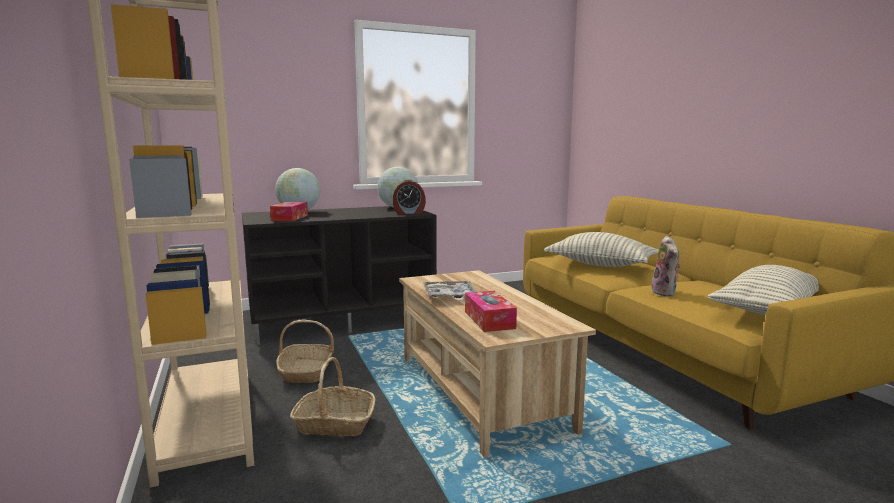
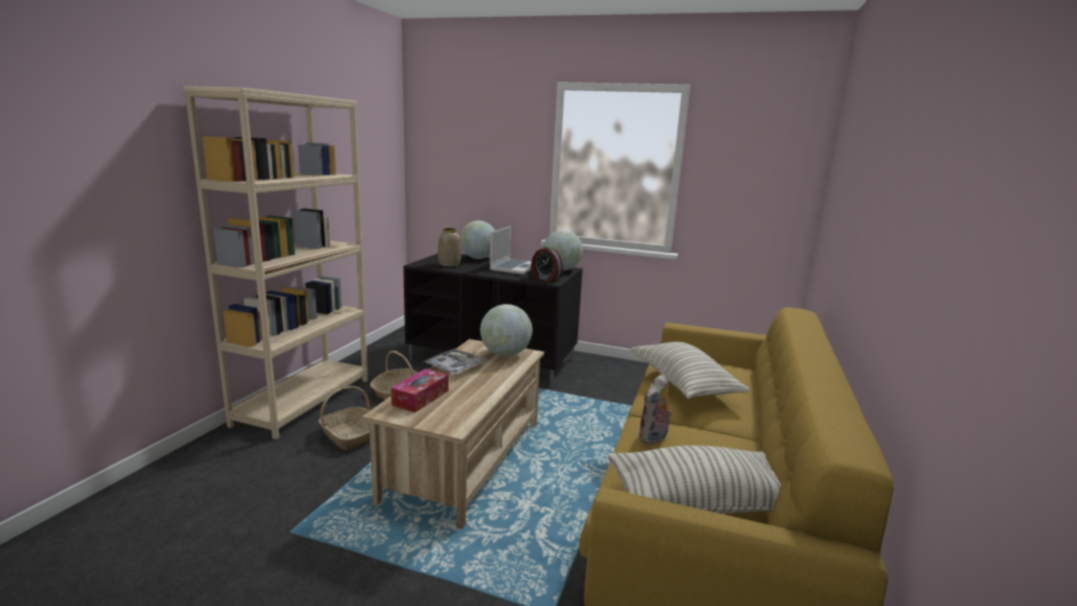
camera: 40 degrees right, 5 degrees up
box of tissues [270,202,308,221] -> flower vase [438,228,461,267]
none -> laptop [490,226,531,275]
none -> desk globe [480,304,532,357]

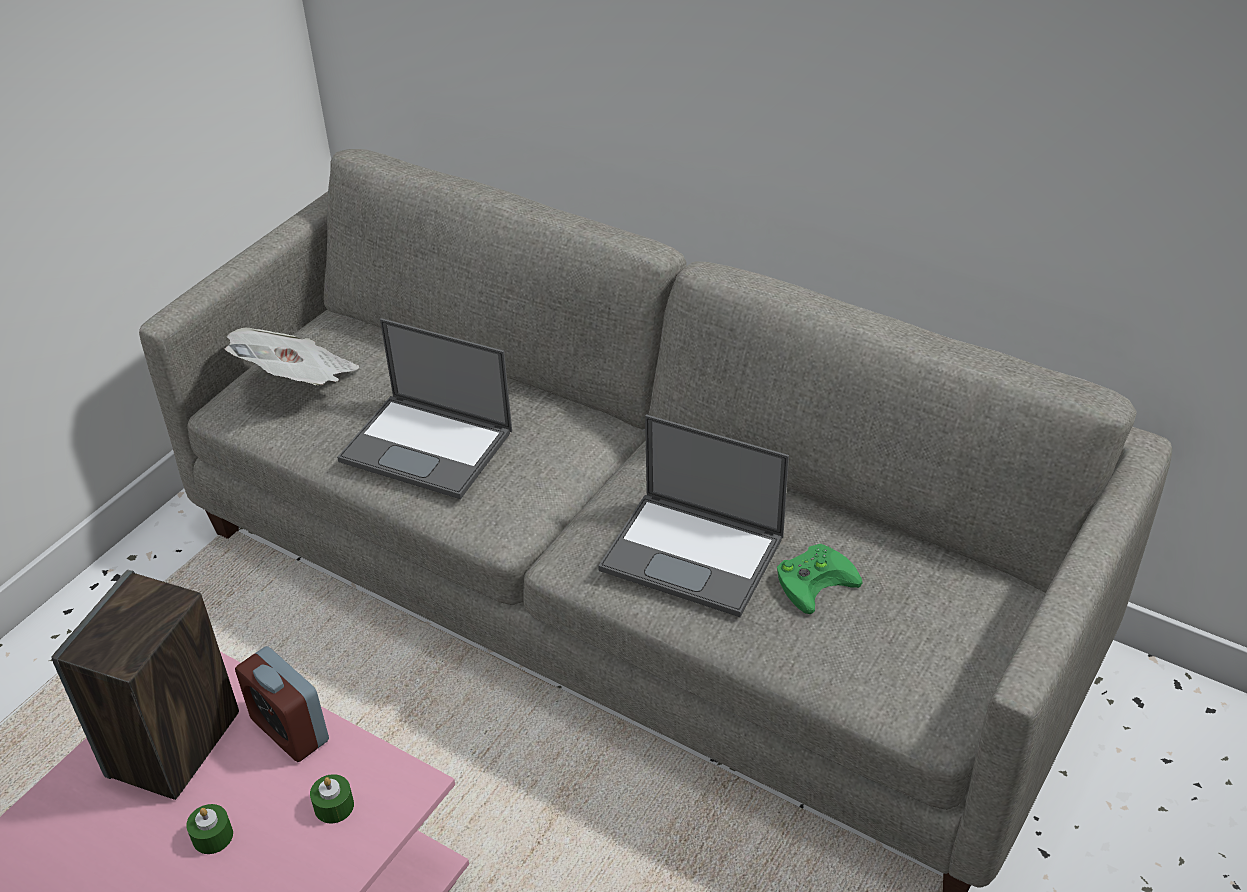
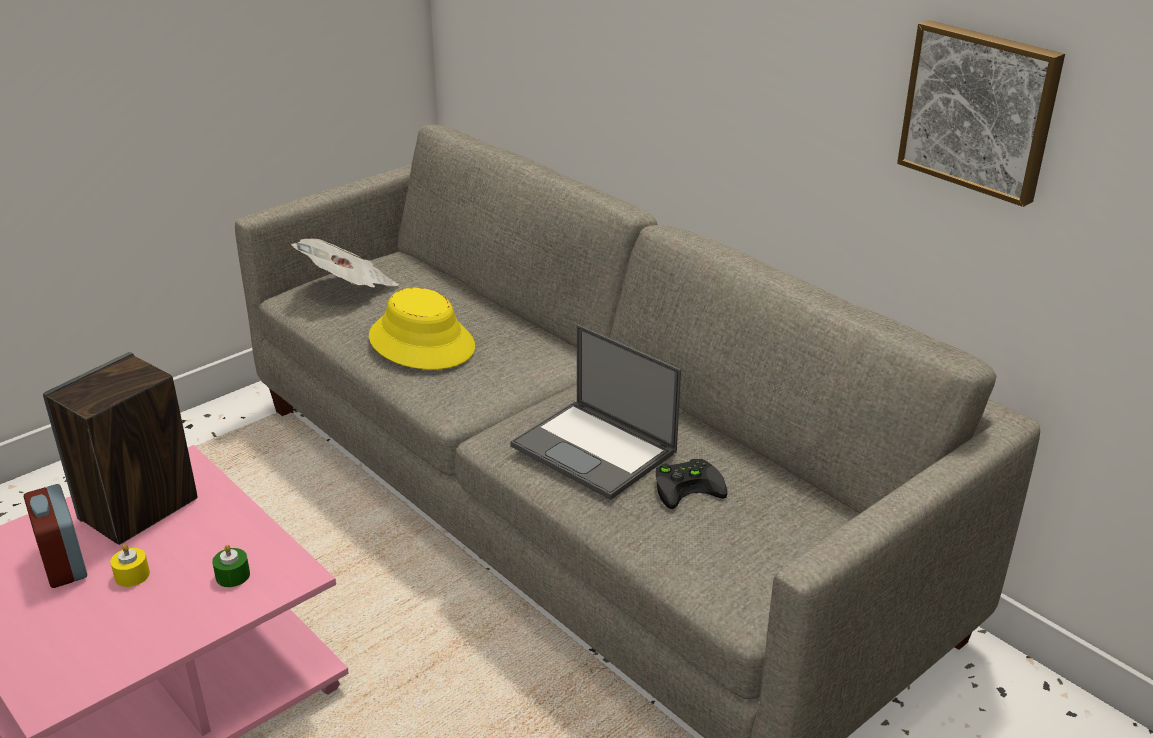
camera: 15 degrees right, 10 degrees down
laptop [337,318,512,499] -> yellow-coloured hat [369,288,475,370]
greenish joypad [777,544,862,614] -> black-coloured joypad [656,459,728,509]
table clock [235,646,329,762] -> table clock [24,484,87,588], move
greenish candle [186,804,233,854] -> yellow-coloured candle [110,544,150,587]
none -> wall picture [897,20,1065,207]

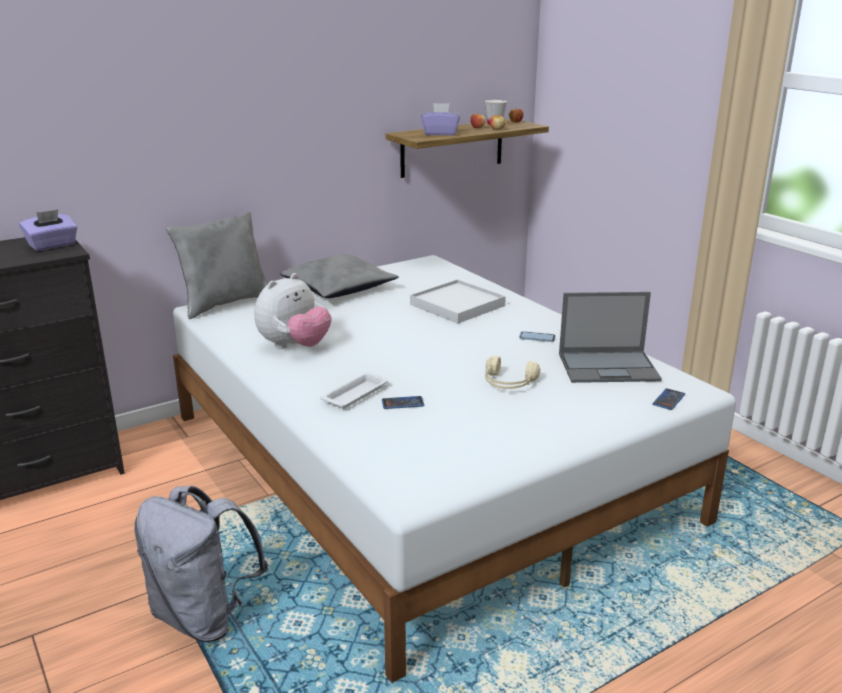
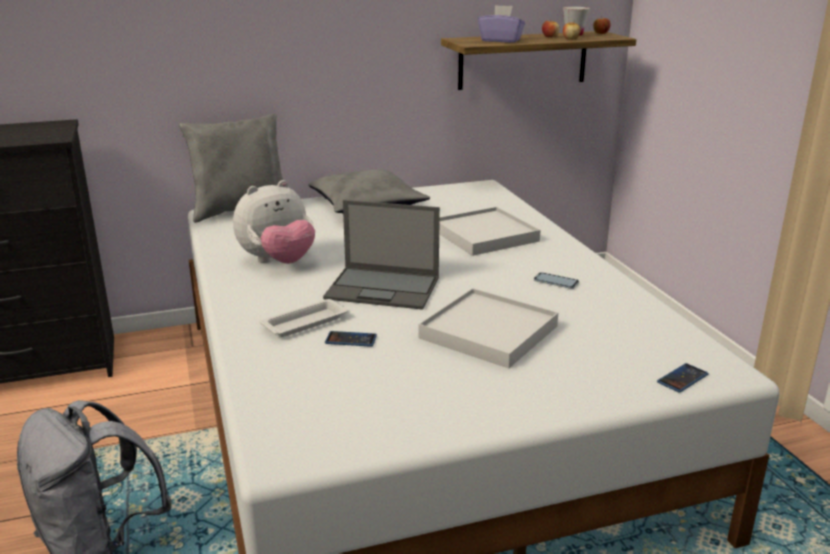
camera: 15 degrees right, 0 degrees up
purple box of tissues [19,209,78,251] -> none
laptop [559,292,662,383] -> laptop [323,200,440,310], move
beige pair of headphones [485,356,540,389] -> white carrying tray [419,288,558,368]

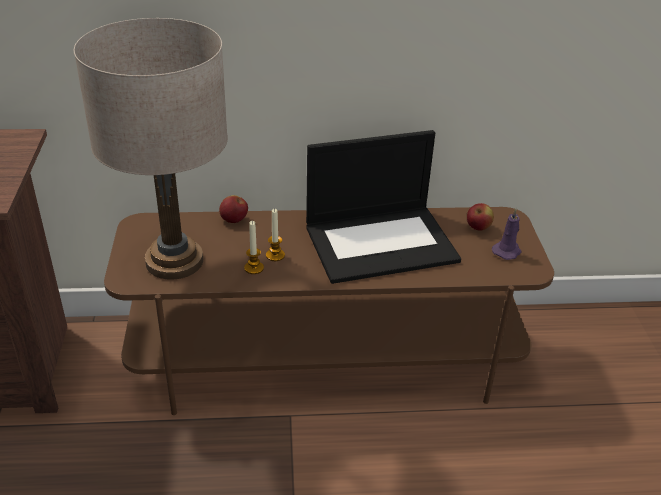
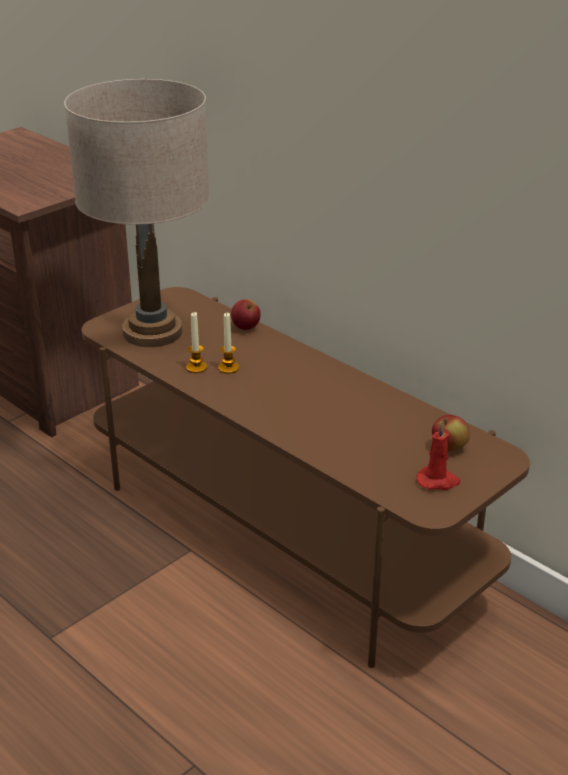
camera: 50 degrees right, 5 degrees down
laptop [306,130,461,284] -> none
purple candle [492,208,522,260] -> red-coloured candle [416,422,461,490]

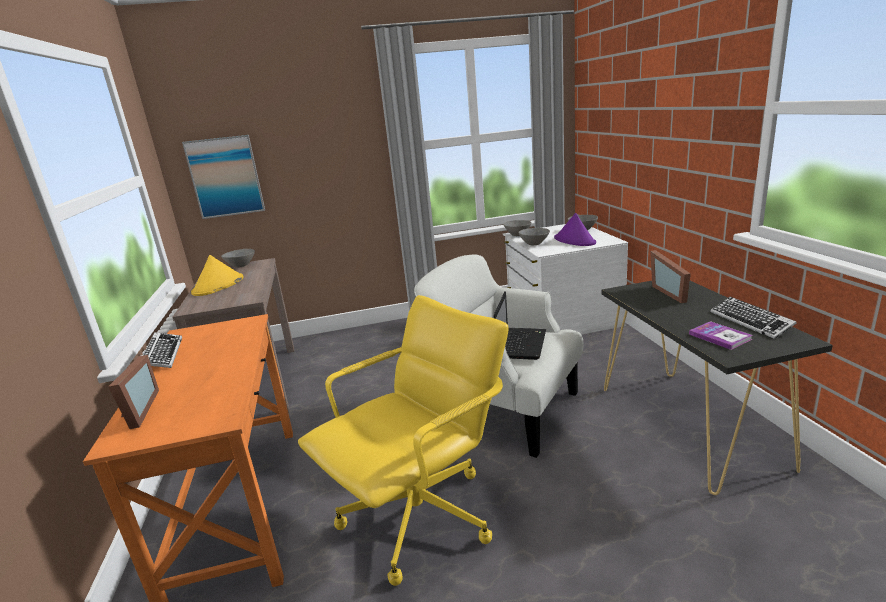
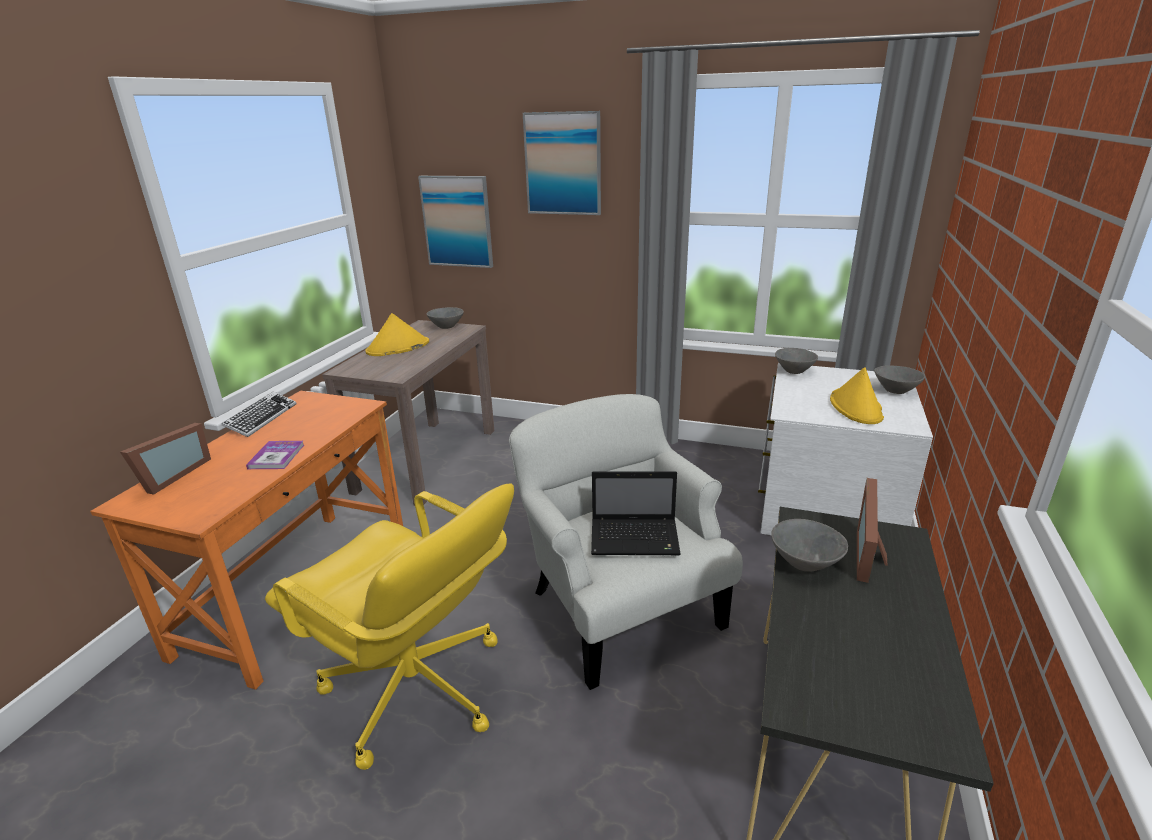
camera: 30 degrees right, 5 degrees up
purple hat [554,213,596,246] -> yellow-coloured hat [830,367,884,424]
grey deep dish [518,228,550,245] -> grey deep dish [771,519,848,572], move
laptop [494,291,546,360] -> laptop [591,471,681,555], 45 degrees clockwise
yellow-coloured computer chair [298,295,509,586] -> yellow-coloured computer chair [265,483,514,770], 45 degrees clockwise
computer keyboard [711,297,797,339] -> none
book [689,321,753,350] -> book [246,441,304,469], move
none -> wall picture [523,111,601,215]

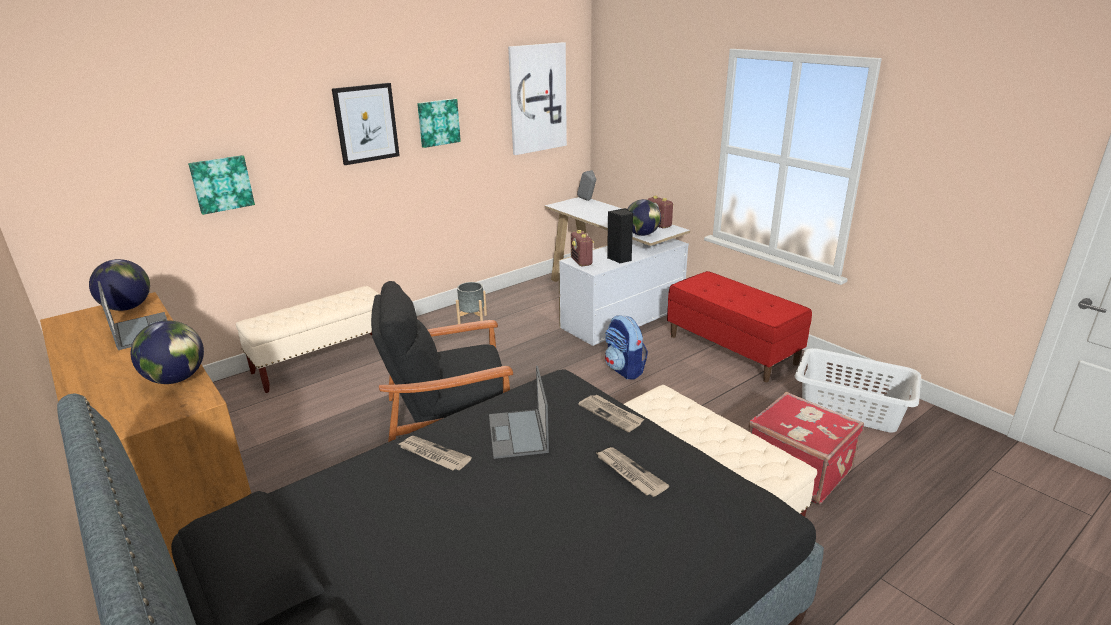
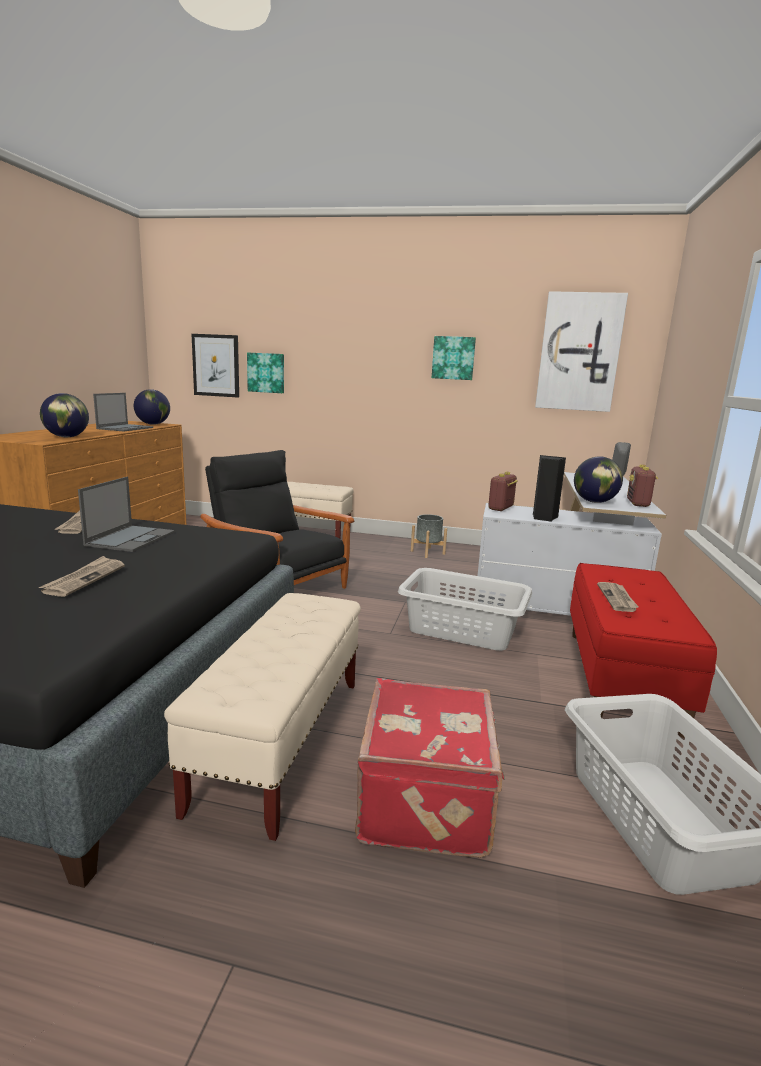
camera: 50 degrees right, 10 degrees down
wall picture [332,83,400,165] -> wall picture [192,334,239,397], move
backpack [605,315,648,380] -> grey hamper [398,568,532,651]
laptop [489,366,549,459] -> laptop [78,477,175,552], 150 degrees clockwise
printed paper [578,395,644,432] -> printed paper [597,582,639,612], move

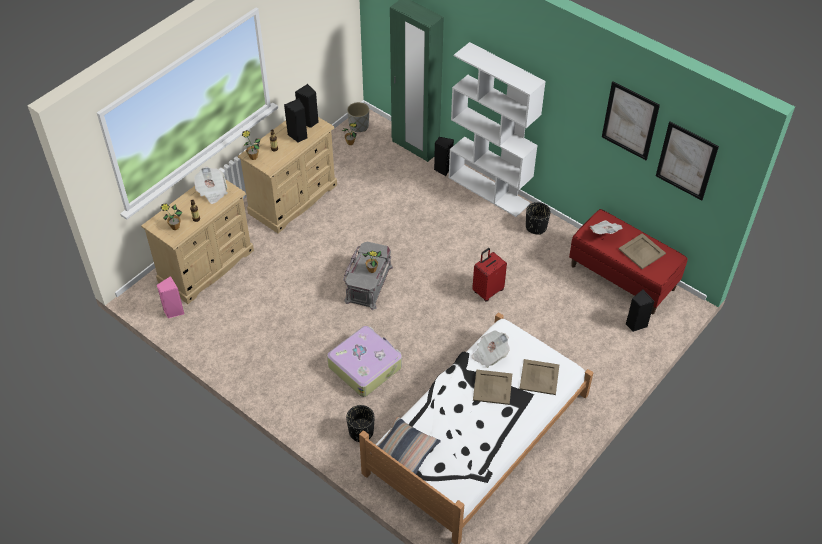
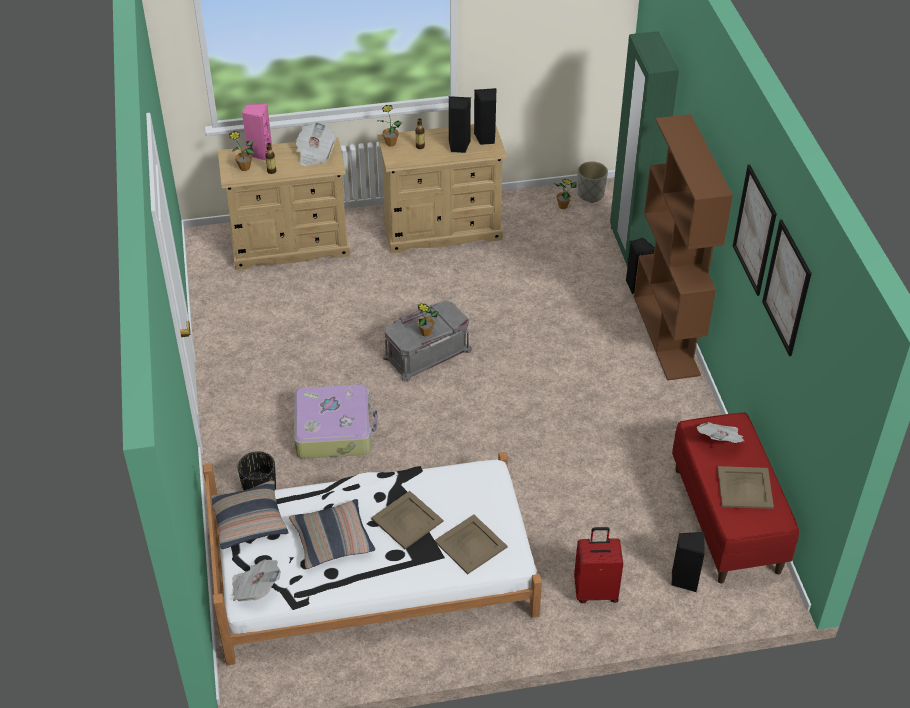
camera: 40 degrees right, 5 degrees down
white bookshelf [449,42,546,217] -> brown-coloured bookshelf [634,114,733,381]
wall picture [656,122,719,201] -> wall picture [733,165,777,296], move
black-coloured planter [526,202,551,235] -> none
red-coloured piece of luggage [472,248,507,302] -> red-coloured piece of luggage [574,527,623,603], move
pink audio speaker [157,276,184,318] -> pink audio speaker [242,104,272,161], move
printed paper [472,330,510,368] -> printed paper [232,559,281,602], move
none -> cushion [289,499,375,569]

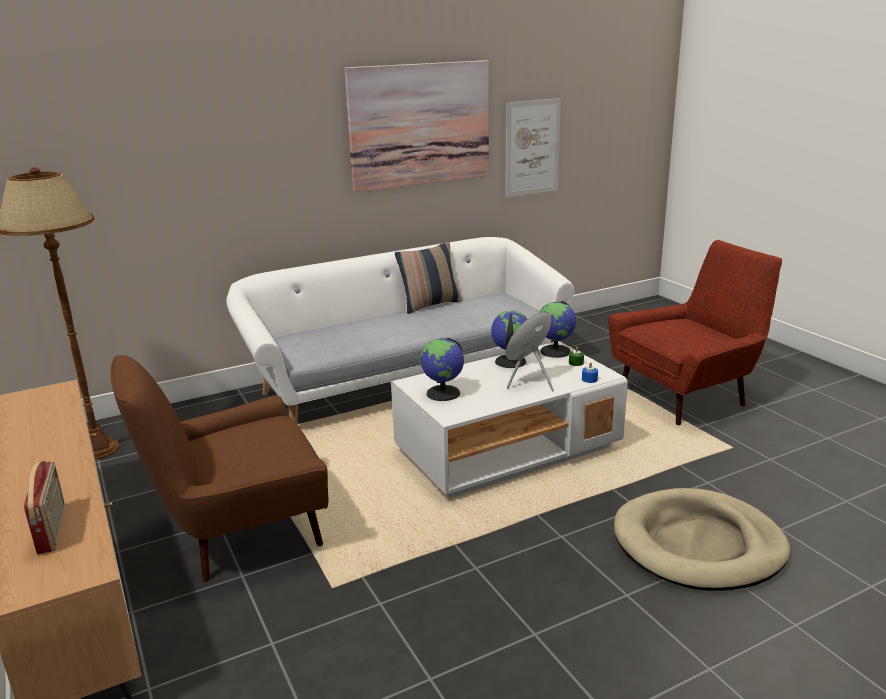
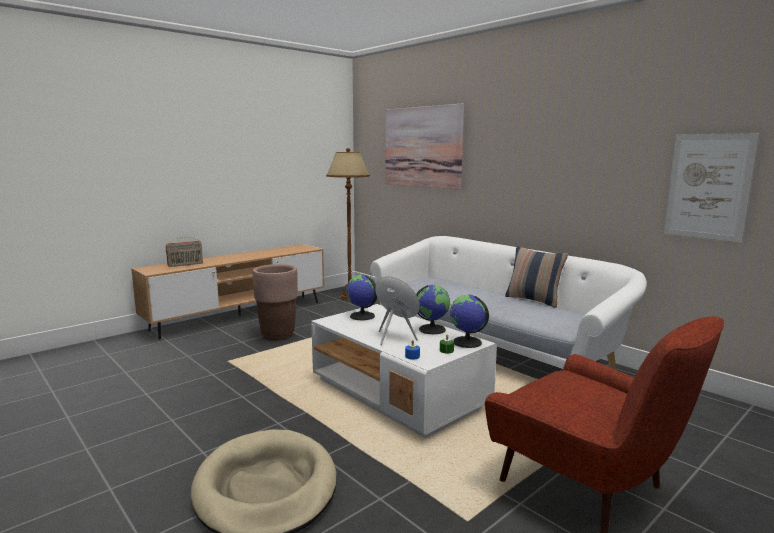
camera: 75 degrees right, 10 degrees down
wall picture [344,60,489,192] -> wall picture [386,104,464,189], move
brown-coloured easy chair [110,355,328,582] -> brown-coloured planter [253,264,298,340]

